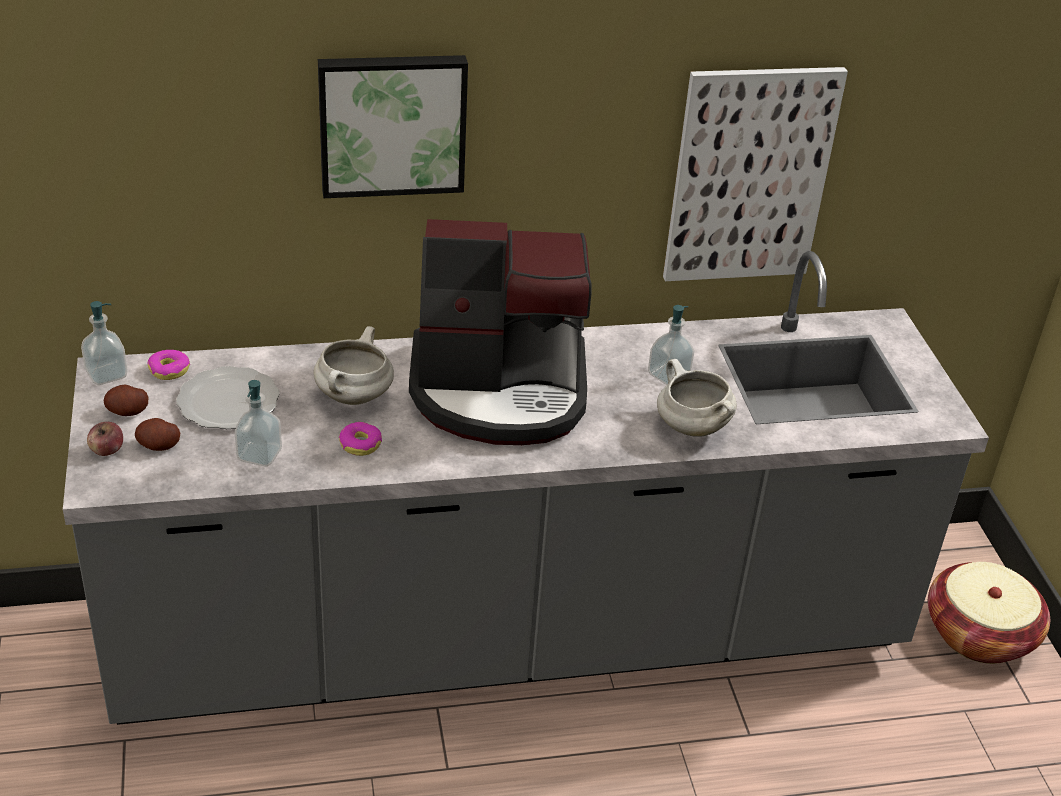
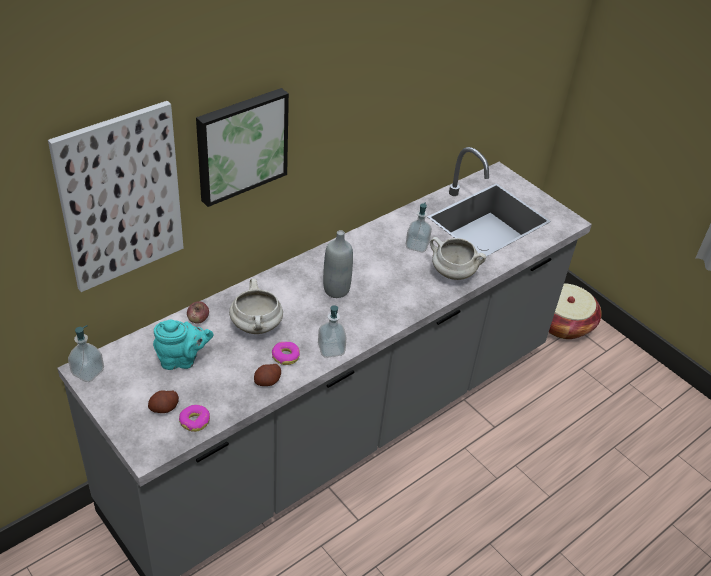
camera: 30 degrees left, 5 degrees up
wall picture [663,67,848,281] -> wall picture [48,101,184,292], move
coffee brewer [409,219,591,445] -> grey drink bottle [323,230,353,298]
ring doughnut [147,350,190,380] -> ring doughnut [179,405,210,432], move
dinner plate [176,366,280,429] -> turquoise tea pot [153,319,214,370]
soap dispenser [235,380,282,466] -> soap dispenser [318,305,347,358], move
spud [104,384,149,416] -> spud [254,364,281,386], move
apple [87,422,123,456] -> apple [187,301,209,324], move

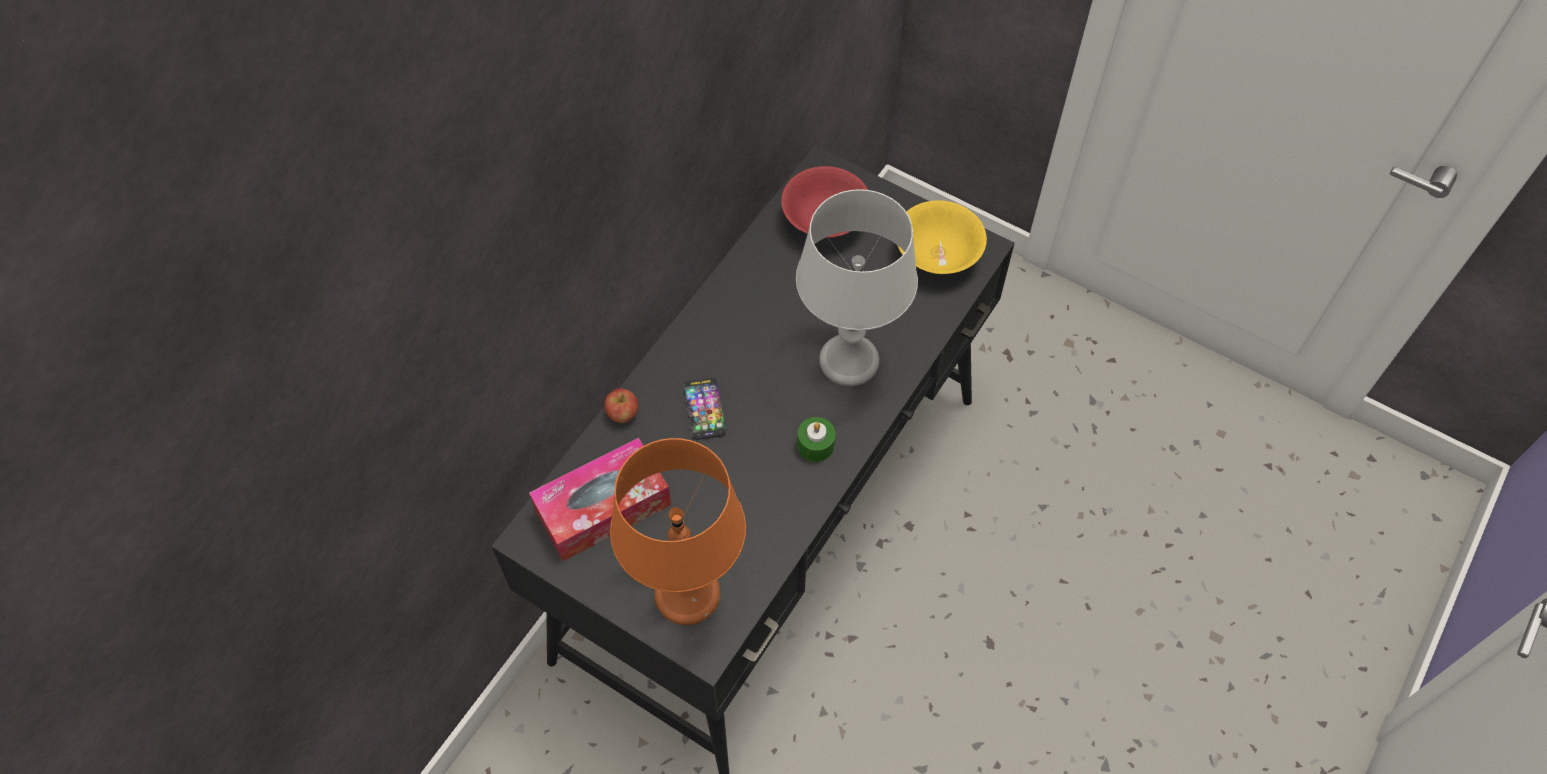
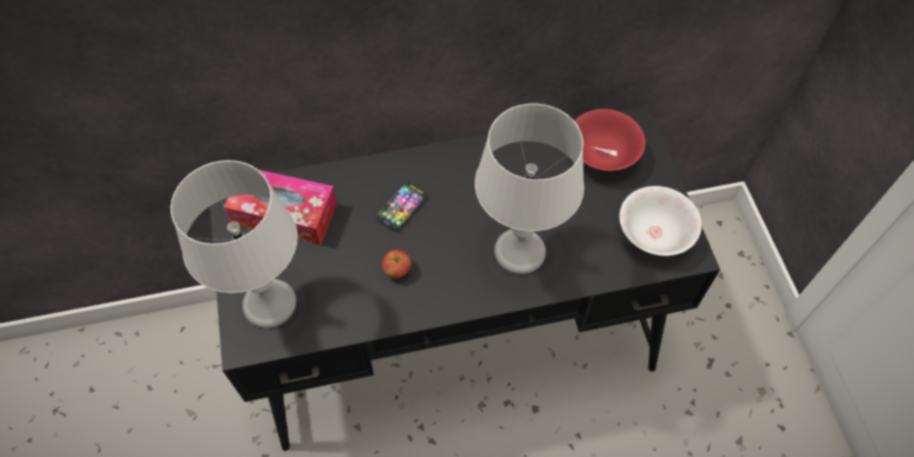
camera: 45 degrees right, 0 degrees up
yellow-coloured deep dish [897,200,987,274] -> white deep dish [619,186,702,256]
apple [604,388,638,423] -> apple [382,250,411,279], move
greenish candle [797,417,835,462] -> none
orange lamp for a table [610,438,746,625] -> grey lamp for a table [170,160,298,328]

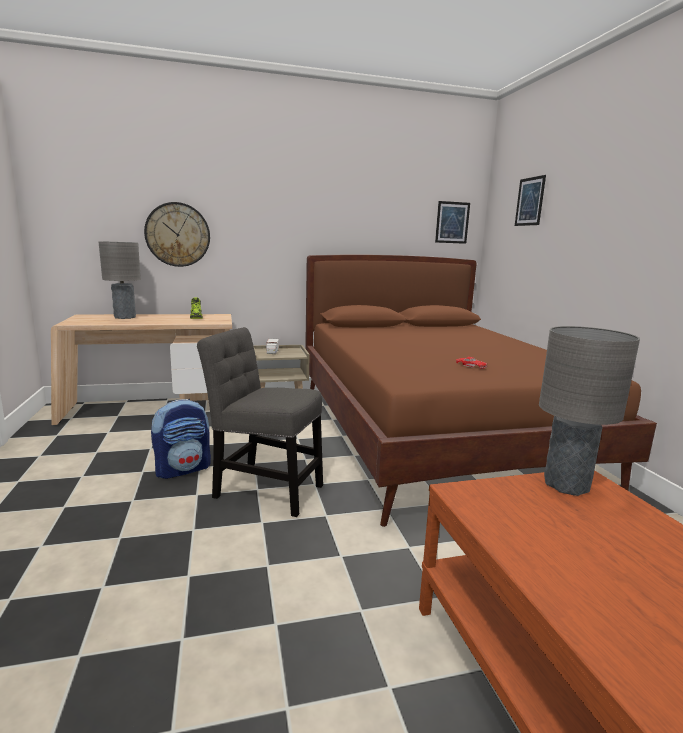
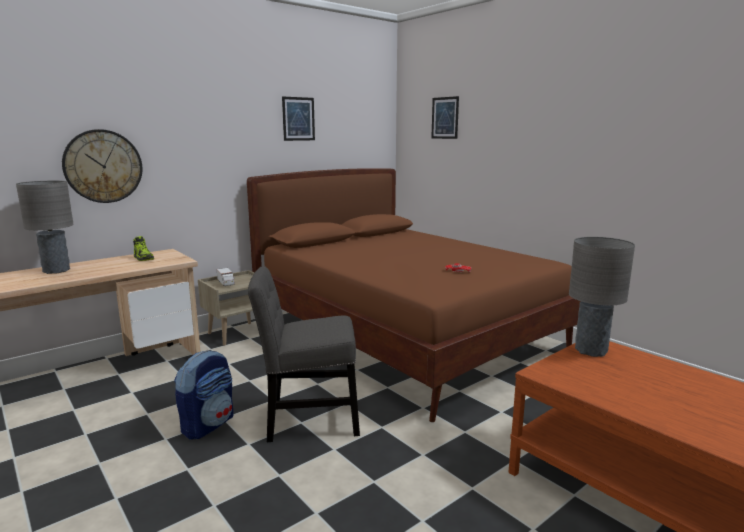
camera: 25 degrees left, 0 degrees up
wall picture [435,201,470,244] -> wall picture [282,96,315,141], move

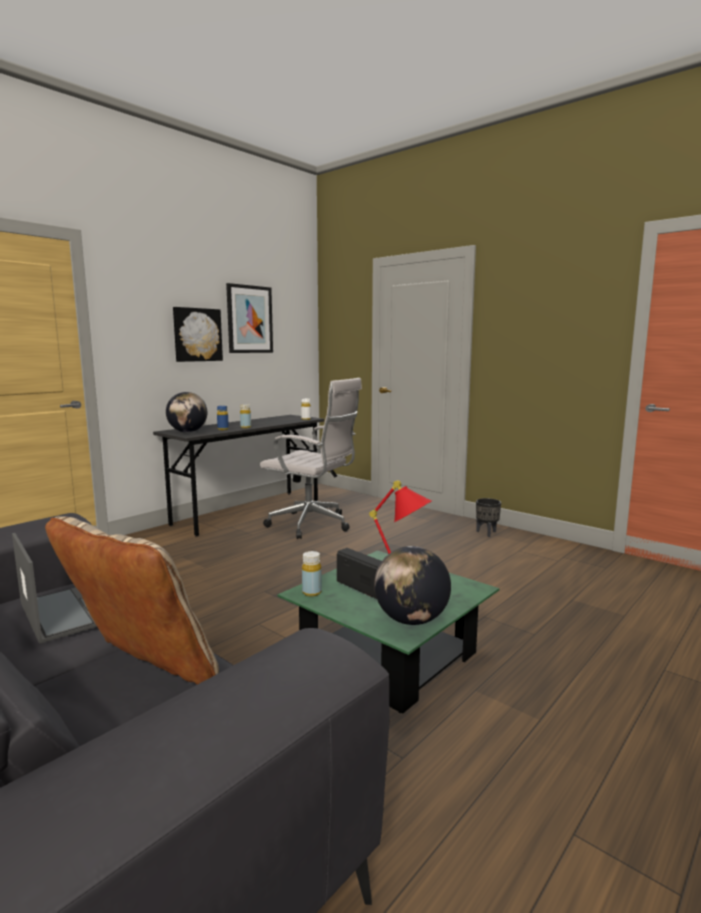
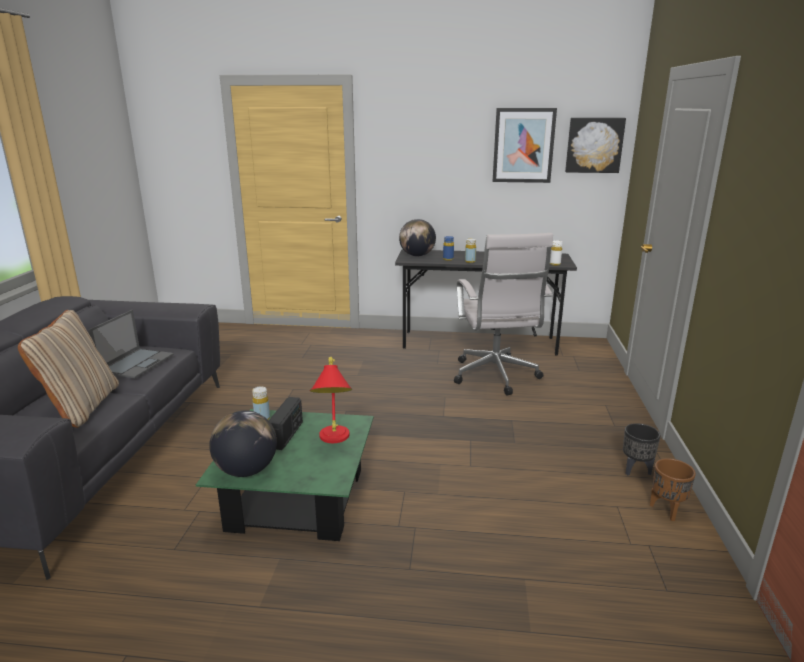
camera: 55 degrees right, 10 degrees up
wall picture [173,307,223,362] -> wall picture [565,118,626,173], move
none -> brown-coloured planter [650,458,696,521]

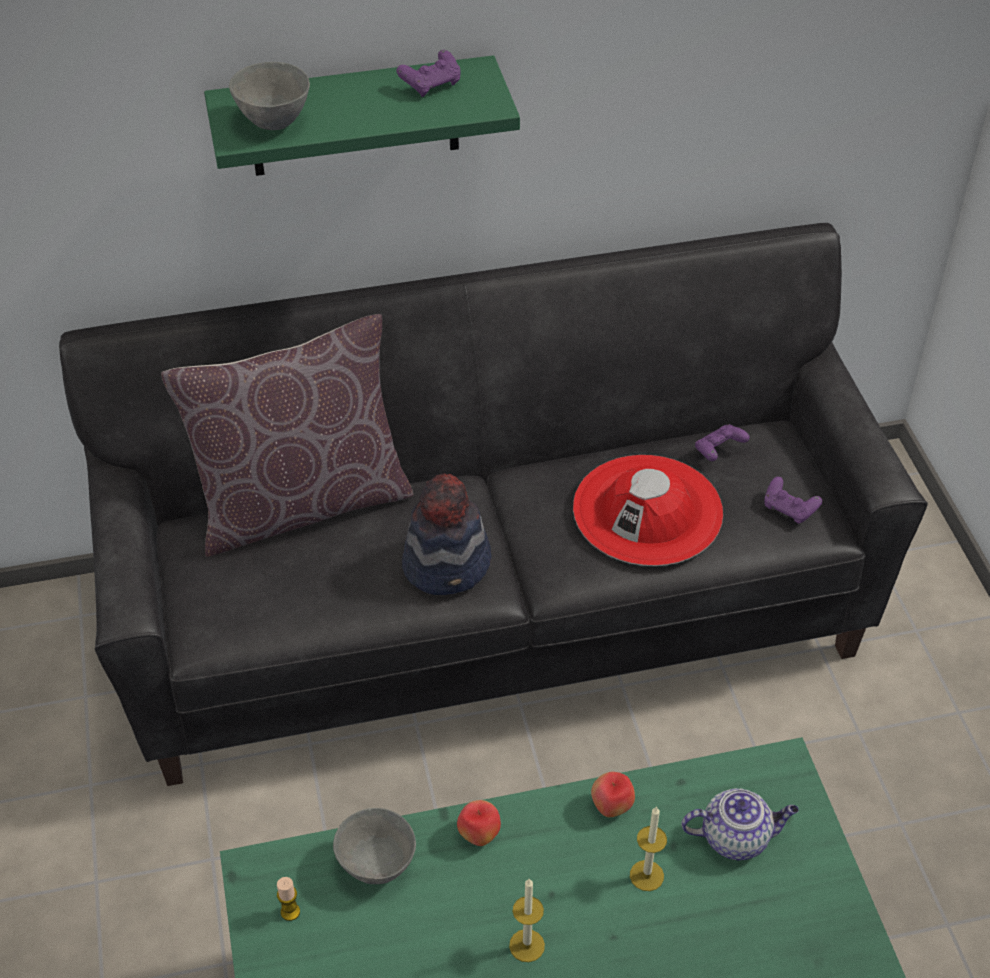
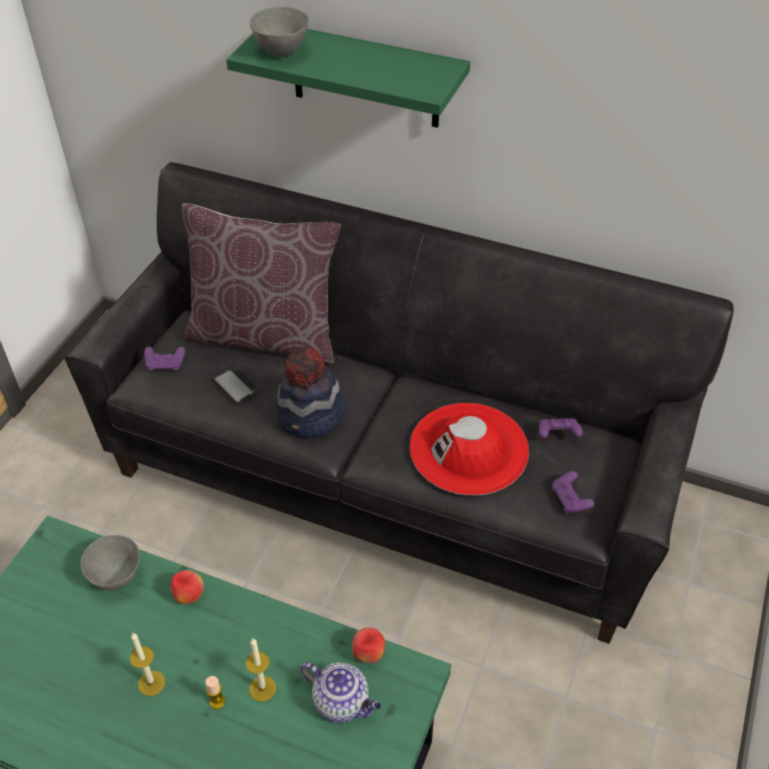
camera: 35 degrees right, 0 degrees up
purple joypad [396,50,460,97] -> purple joypad [144,347,185,371], move
apple [591,772,635,817] -> apple [352,627,385,663], move
candle [277,877,300,921] -> candle [205,676,225,709], move
none -> handset [214,369,261,403]

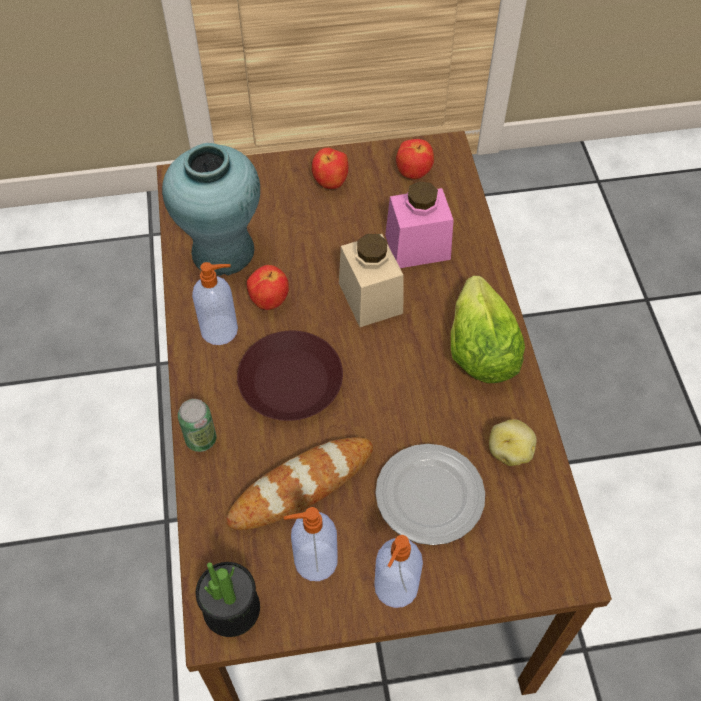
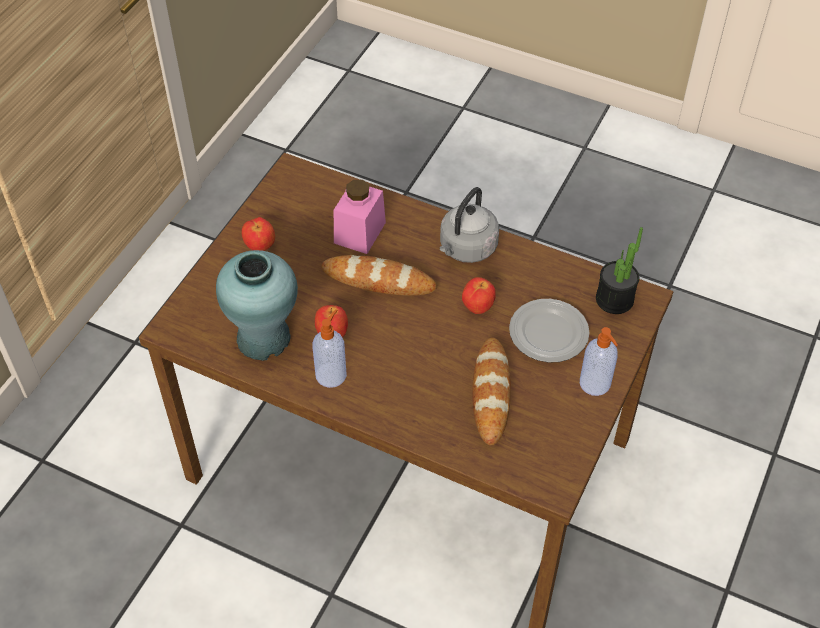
camera: 55 degrees left, 5 degrees down
apple [396,139,434,180] -> apple [462,277,496,314], move
beige jar [339,234,404,327] -> bread [321,255,437,296]
lettuce [451,276,525,383] -> grey tea kettle [440,187,499,263]
brown-coloured dinner plate [237,331,343,421] -> none
sealed can [178,399,216,452] -> none
spud [489,419,537,466] -> none
soap dispenser [284,507,338,581] -> none
houseplant [196,562,260,637] -> houseplant [596,227,643,314], move

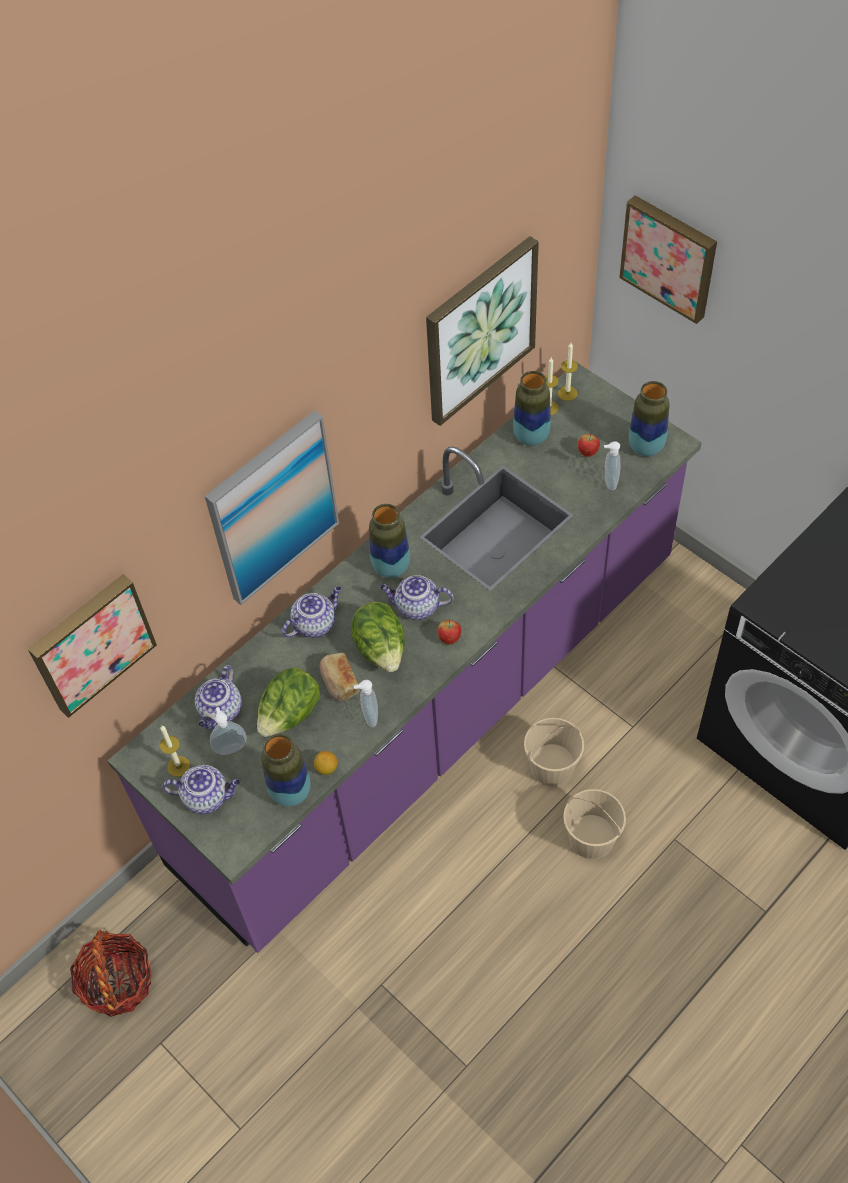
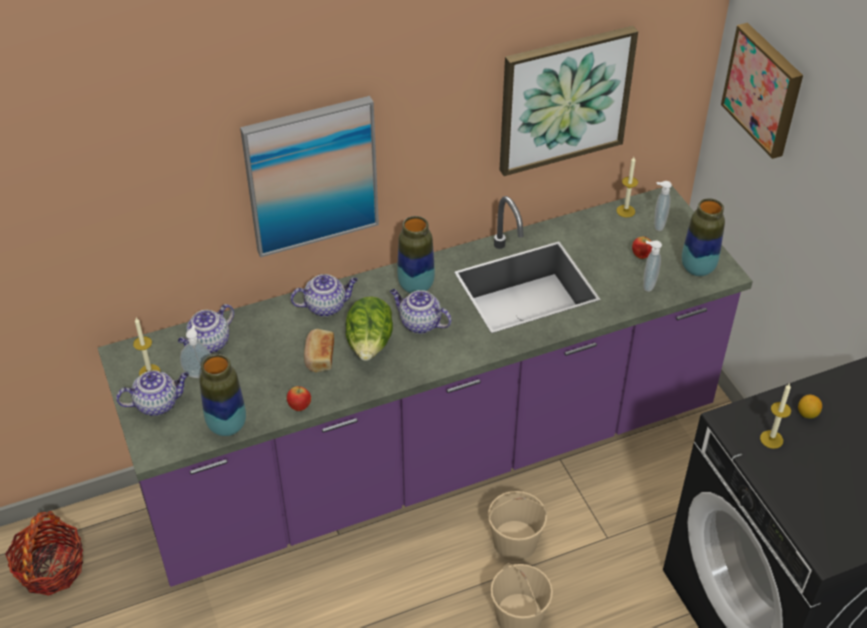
camera: 20 degrees right, 10 degrees down
candle [558,343,578,401] -> candle [760,384,791,449], move
flower vase [513,371,551,446] -> none
wall picture [28,574,157,718] -> none
apple [437,620,462,644] -> apple [287,386,311,411], move
lettuce [257,668,320,737] -> none
soap dispenser [354,680,378,727] -> soap dispenser [654,181,672,231], move
lemon [314,751,337,775] -> lemon [798,395,822,419], move
tea pot [162,765,240,814] -> tea pot [116,370,189,416], 45 degrees counterclockwise

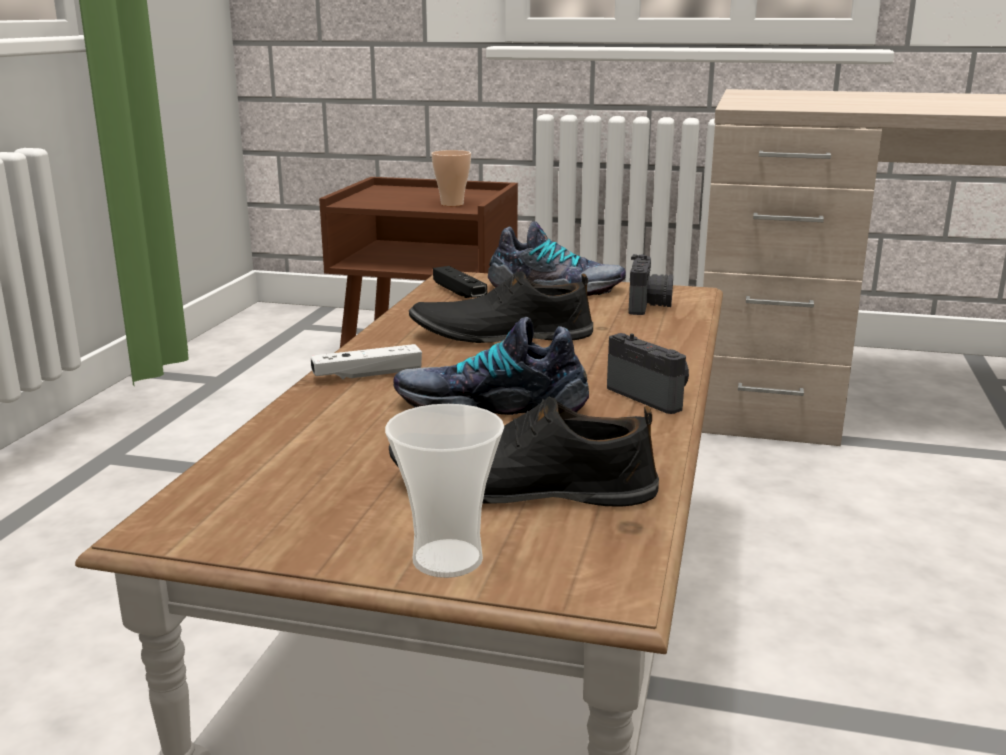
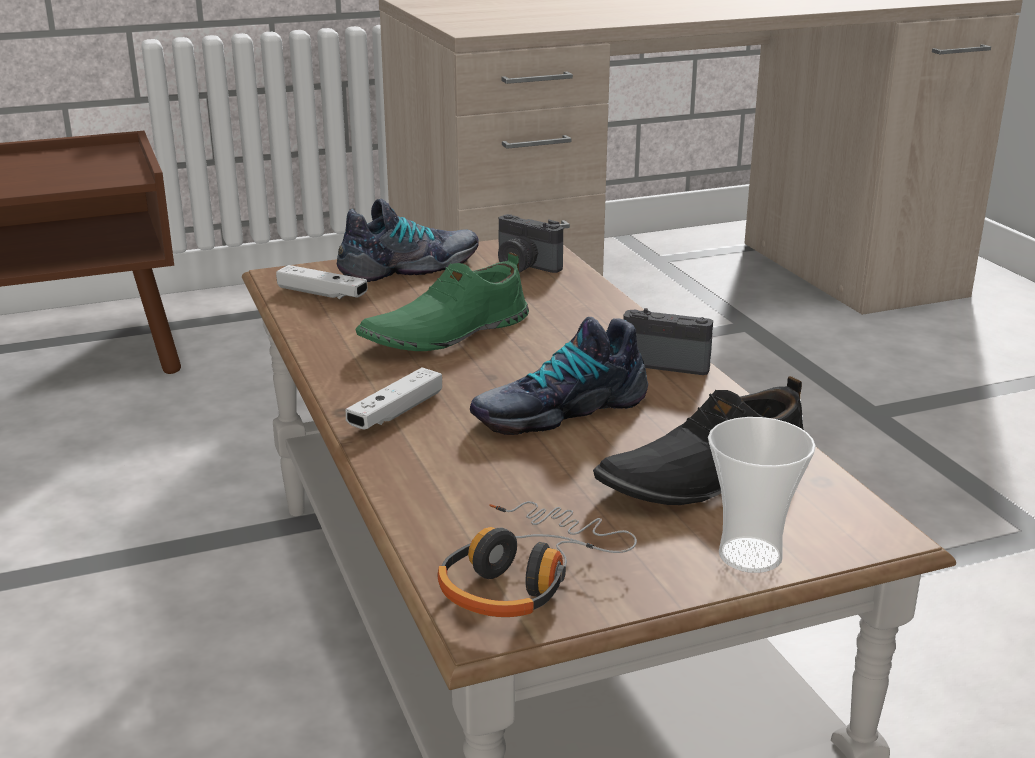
camera: 35 degrees left, 5 degrees up
drinking cup [431,150,471,206] -> none
still camera [629,254,673,315] -> still camera [498,214,563,273], 150 degrees clockwise
black-coloured joypad [433,266,487,298] -> white joypad [276,265,368,299]
black-coloured low shoe [409,271,593,343] -> greenish low shoe [355,252,529,351]
none -> pair of headphones [437,501,637,617]

